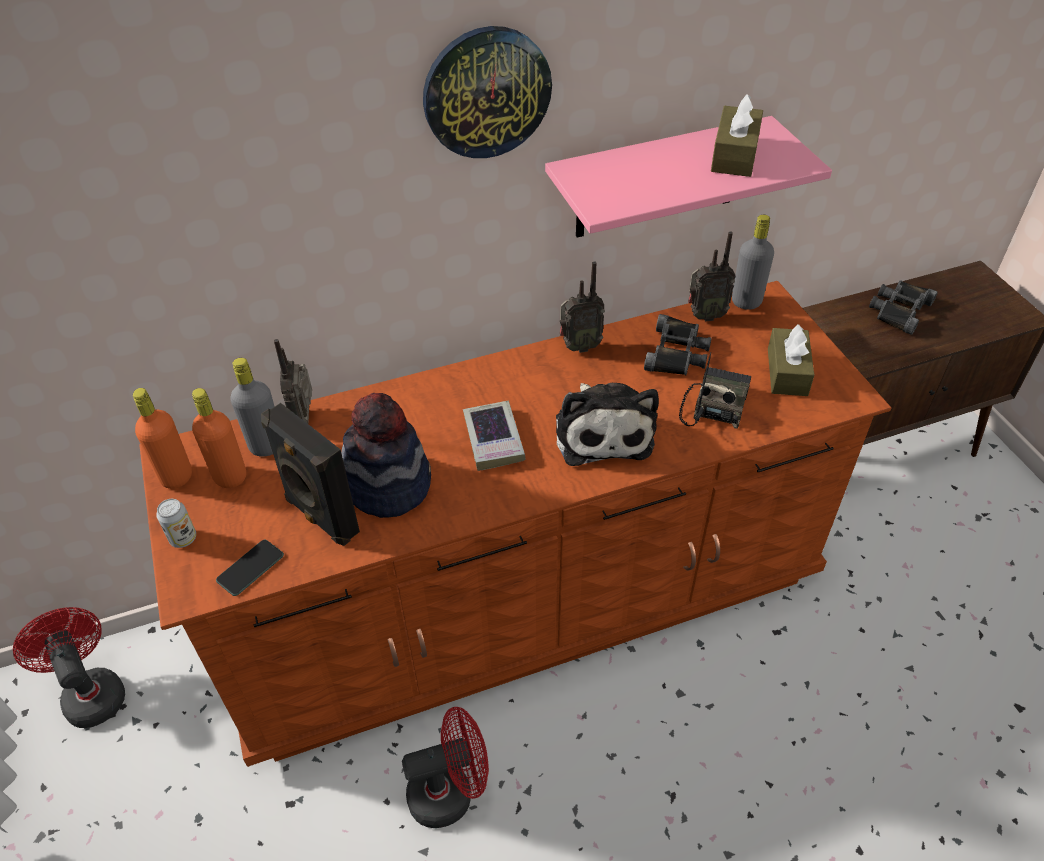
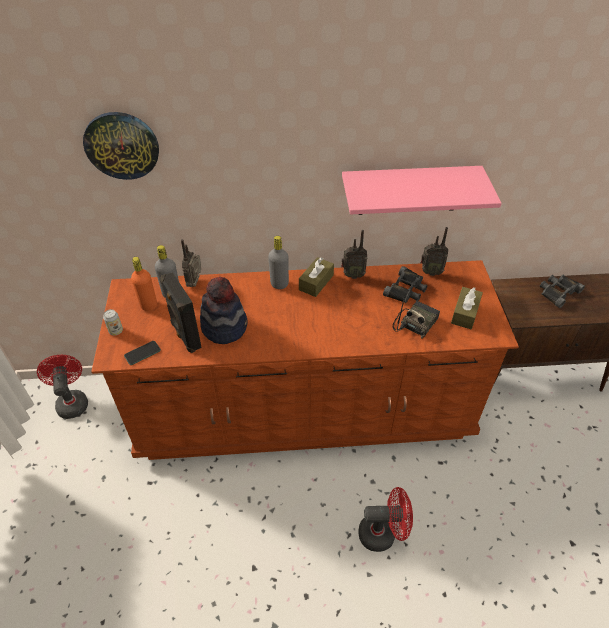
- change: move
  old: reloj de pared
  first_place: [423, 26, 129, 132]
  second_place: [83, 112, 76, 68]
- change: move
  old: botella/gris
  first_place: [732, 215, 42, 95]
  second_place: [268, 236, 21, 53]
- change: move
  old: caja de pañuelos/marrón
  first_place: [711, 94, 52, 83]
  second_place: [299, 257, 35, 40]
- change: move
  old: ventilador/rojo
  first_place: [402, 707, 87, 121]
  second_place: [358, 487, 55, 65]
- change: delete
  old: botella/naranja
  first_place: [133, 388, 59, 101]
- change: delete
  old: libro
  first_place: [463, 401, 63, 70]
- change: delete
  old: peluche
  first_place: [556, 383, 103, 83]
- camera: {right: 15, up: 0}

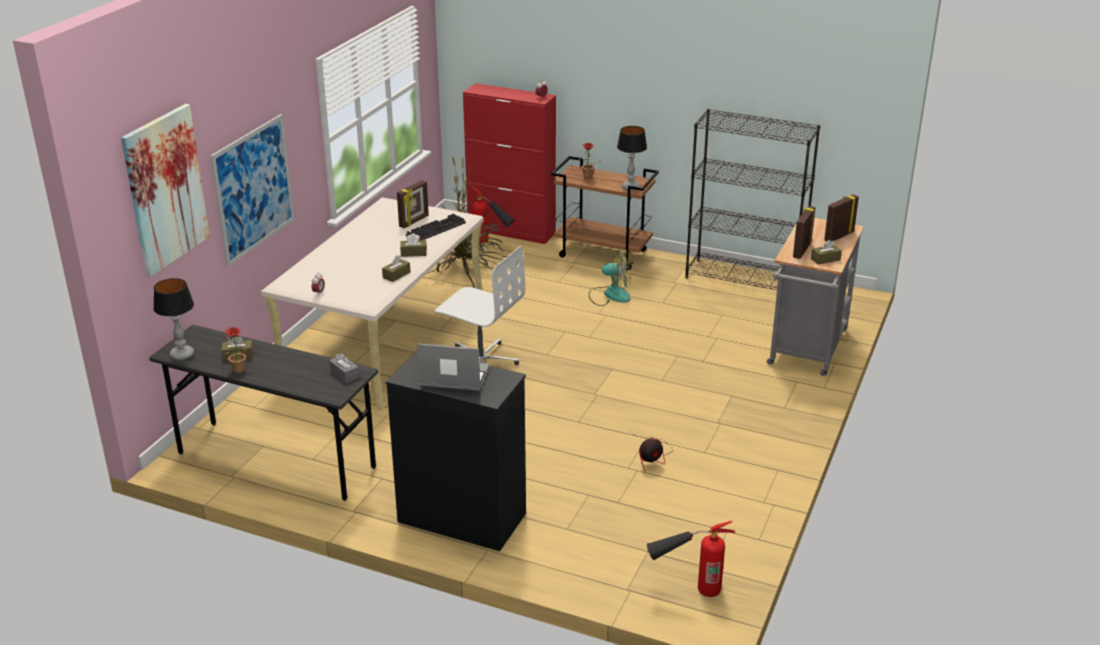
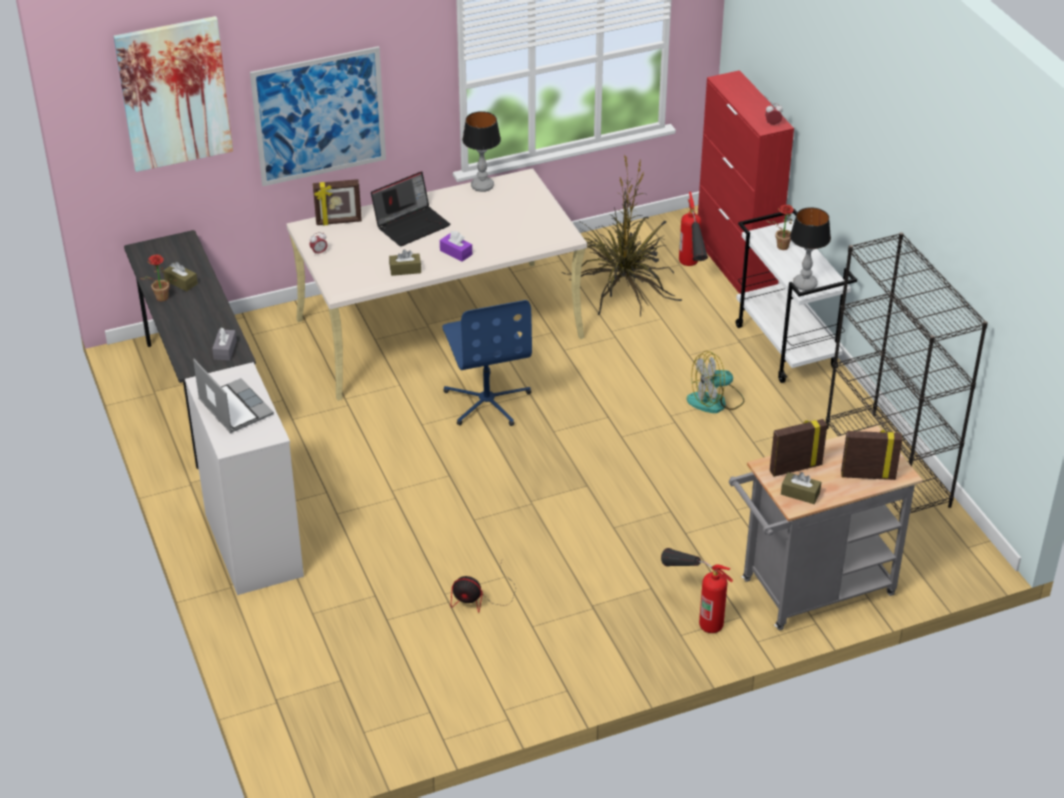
- change: recolor
  old: cómoda/negro
  new: cómoda/blanco
  first_place: [386, 349, 140, 202]
  second_place: [185, 362, 119, 233]
- change: move
  old: portarretratos
  first_place: [397, 180, 32, 48]
  second_place: [313, 179, 49, 46]
- change: insert
  new: portátil
  second_place: [371, 171, 79, 75]
- change: recolor
  old: caja de pañuelos/marrón
  new: caja de pañuelos/morado
  first_place: [400, 233, 27, 24]
  second_place: [440, 231, 32, 31]
- change: recolor
  old: silla de oficina/blanco
  new: silla de oficina/azul
  first_place: [435, 246, 90, 119]
  second_place: [442, 300, 90, 126]
- change: move
  old: lámpara de mesa
  first_place: [154, 278, 40, 82]
  second_place: [462, 111, 39, 81]
- change: move
  old: extintor
  first_place: [647, 521, 88, 76]
  second_place: [661, 548, 72, 85]
- change: rotate
  old: ventilador
  first_place: [589, 247, 42, 59]
  second_place: [686, 351, 58, 62]
  degrees: 105
- change: recolor
  old: carrito/marrón
  new: carrito/blanco
  first_place: [551, 156, 108, 114]
  second_place: [736, 209, 121, 174]
- change: delete
  old: teclado
  first_place: [406, 214, 60, 26]
- camera: {right: 45, up: 10}

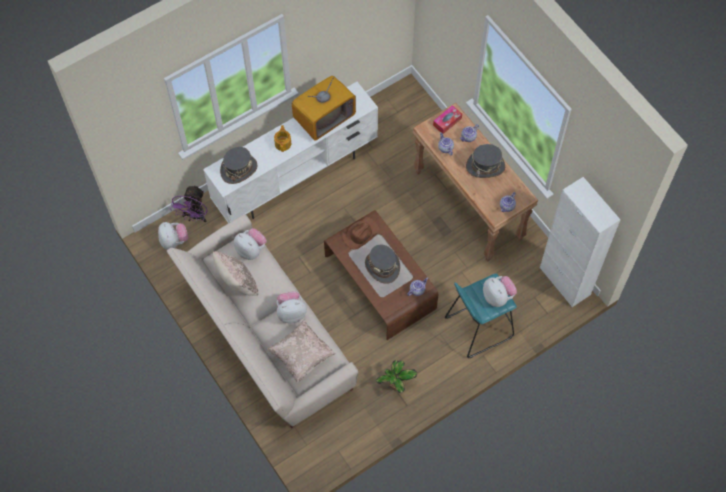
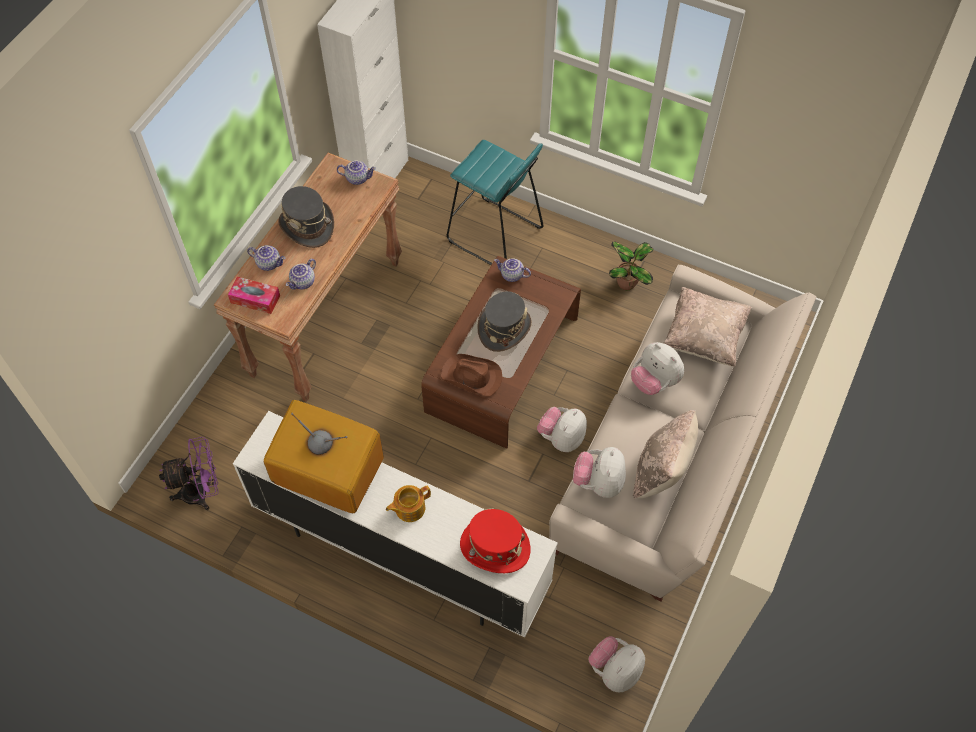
- change: move
  old: ventilador/morado
  first_place: [170, 185, 38, 37]
  second_place: [159, 437, 59, 73]
- change: recolor
  old: sombrero/gris
  new: sombrero/rojo
  first_place: [220, 147, 38, 37]
  second_place: [460, 508, 70, 65]
- change: move
  old: peluche
  first_place: [483, 276, 34, 31]
  second_place: [537, 407, 50, 45]
- camera: {right: -120, up: -5}

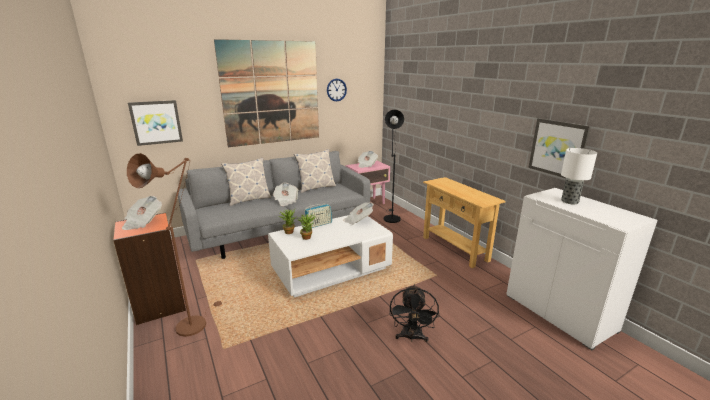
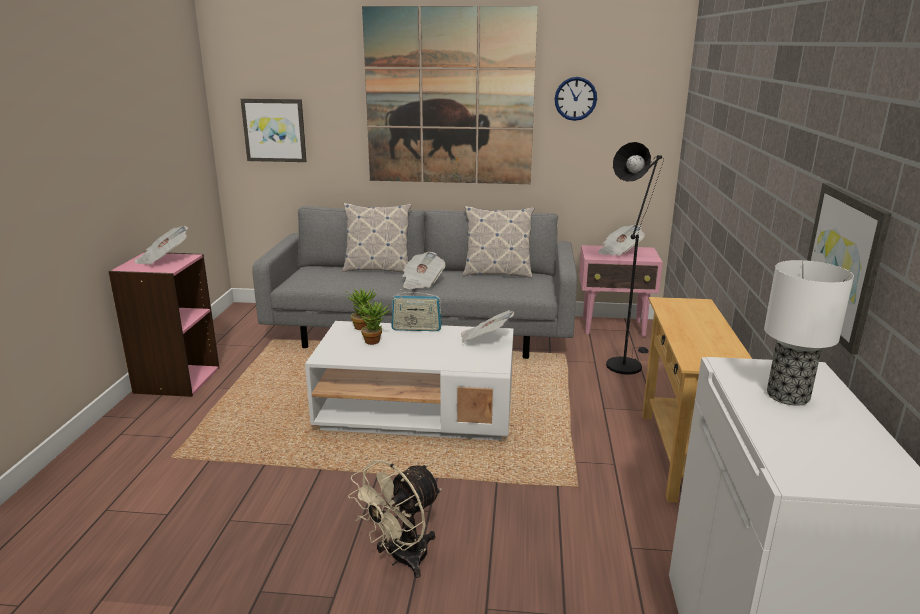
- change: recolor
  old: estantería/naranja
  new: estantería/rosa
  first_place: [113, 212, 73, 113]
  second_place: [108, 252, 111, 145]
- change: recolor
  old: ventilador/negro
  new: ventilador/beis
  first_place: [390, 285, 49, 57]
  second_place: [348, 460, 94, 118]
- change: delete
  old: lámpara de pie/marrón
  first_place: [127, 153, 95, 184]
- camera: {right: 35, up: 0}

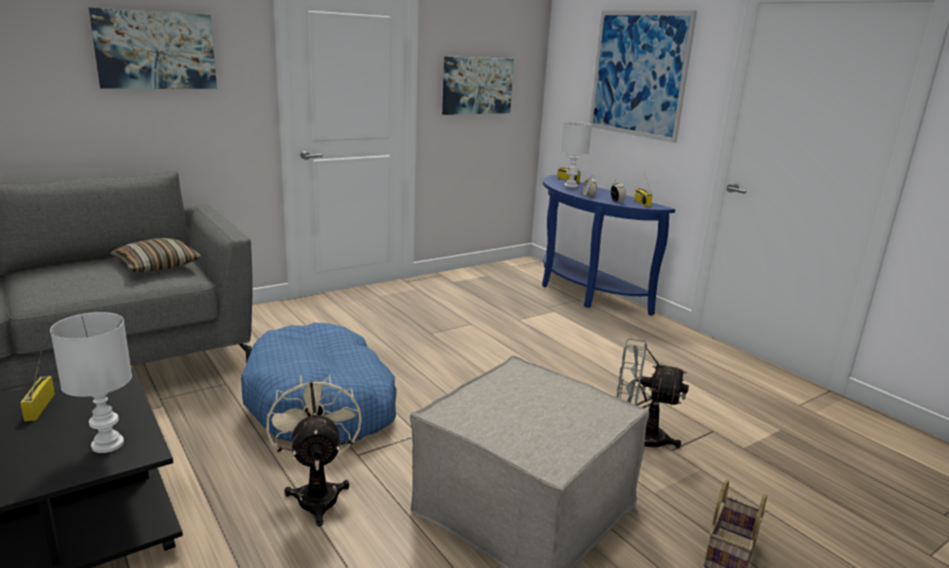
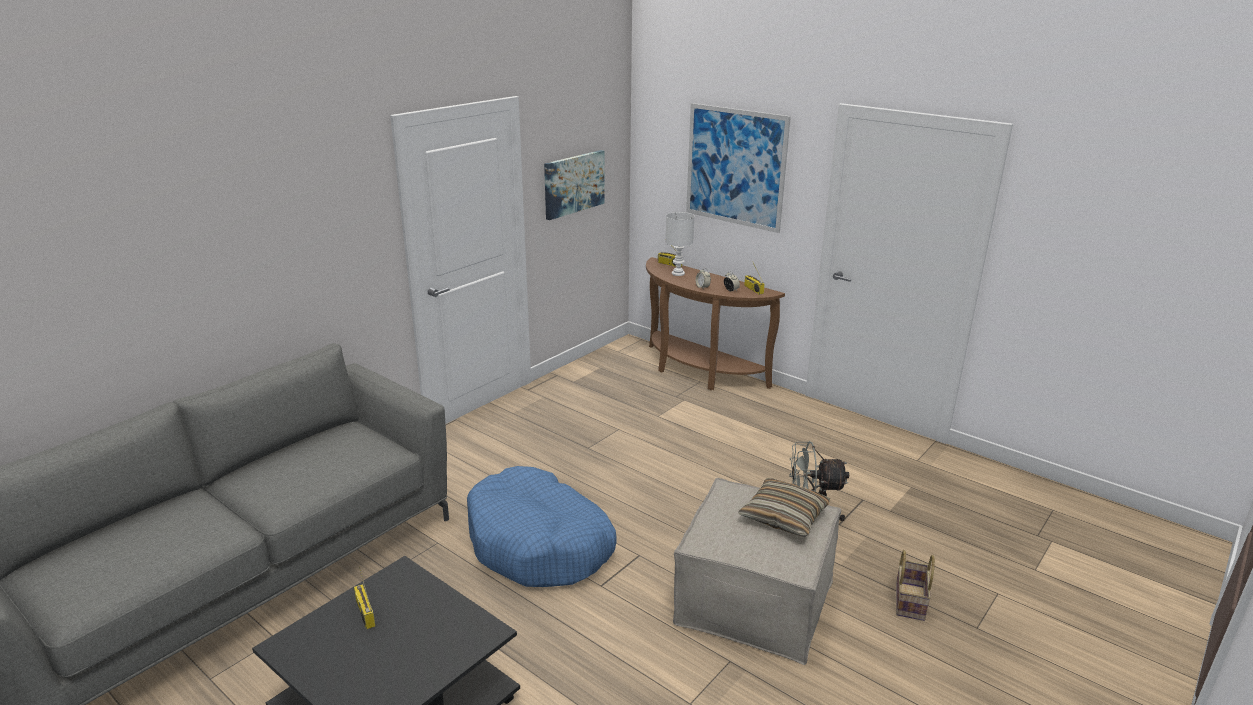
- change: recolor
  old: mesa consola/azul
  new: mesa consola/marrón
  first_place: [542, 175, 133, 141]
  second_place: [646, 257, 139, 133]
- change: move
  old: cojín
  first_place: [110, 238, 91, 34]
  second_place: [738, 478, 92, 59]
- change: delete
  old: lámpara de mesa/blanco
  first_place: [50, 312, 82, 141]
- change: delete
  old: cuadro
  first_place: [89, 8, 128, 81]
- change: delete
  old: ventilador/beis
  first_place: [266, 375, 96, 151]
- camera: {right: -15, up: 5}

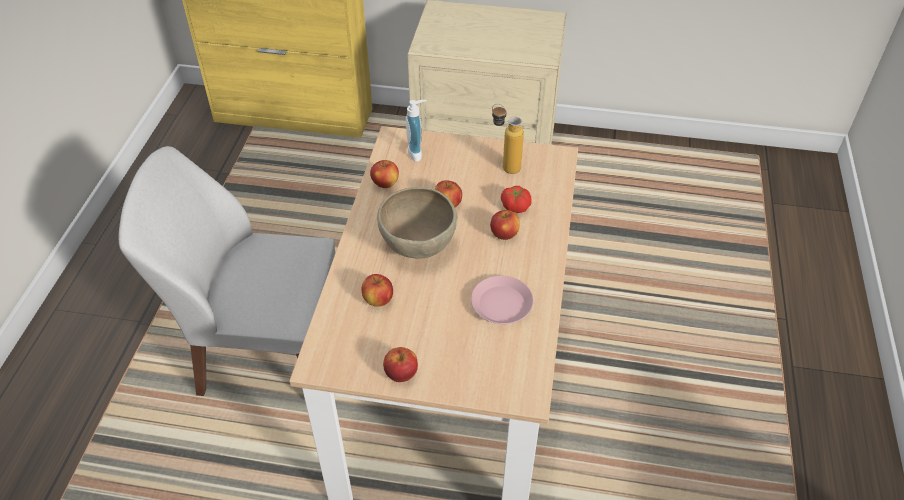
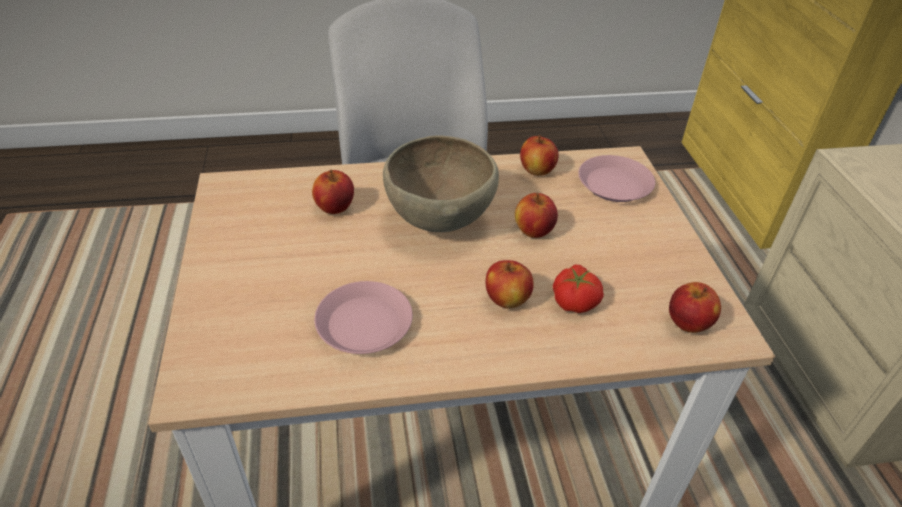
- change: replace
  old: dispensador de jabón
  new: plato/rosa
  first_place: [406, 100, 21, 62]
  second_place: [578, 155, 77, 47]
- change: move
  old: manzana
  first_place: [383, 347, 35, 35]
  second_place: [669, 282, 52, 51]
- change: delete
  old: botella
  first_place: [492, 104, 32, 70]
- camera: {right: 70, up: -5}

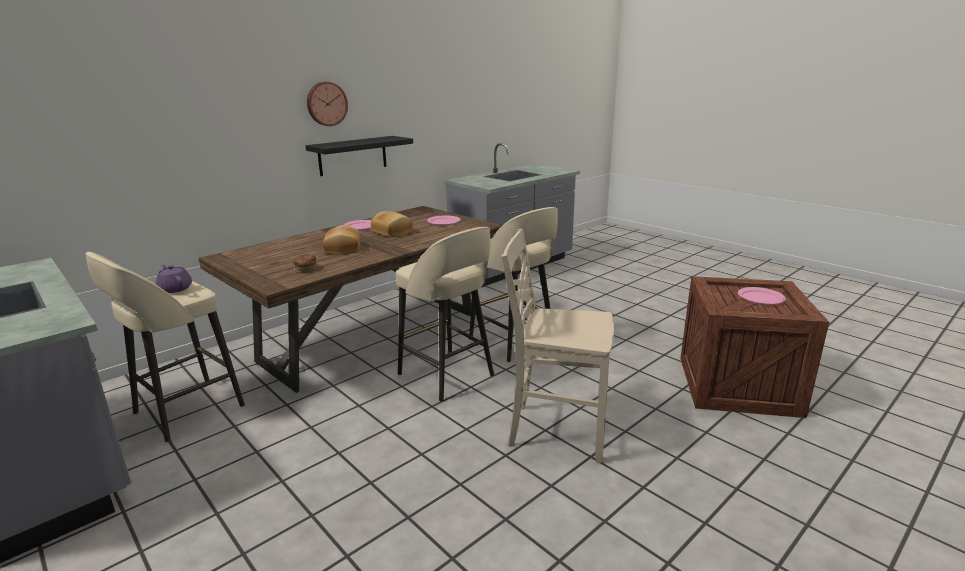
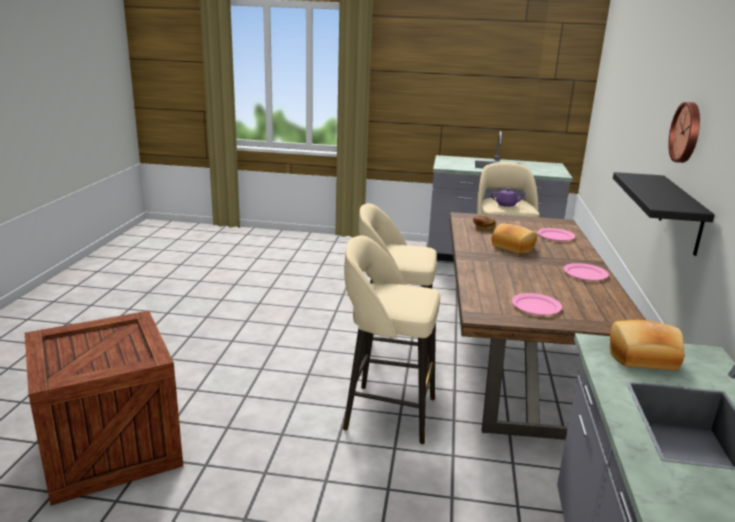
- change: move
  old: plato/rosa
  first_place: [738, 287, 48, 18]
  second_place: [537, 228, 38, 13]
- change: move
  old: pan
  first_place: [371, 211, 42, 26]
  second_place: [610, 320, 74, 50]
- change: delete
  old: silla/beis
  first_place: [502, 229, 112, 234]
- camera: {right: 140, up: 0}

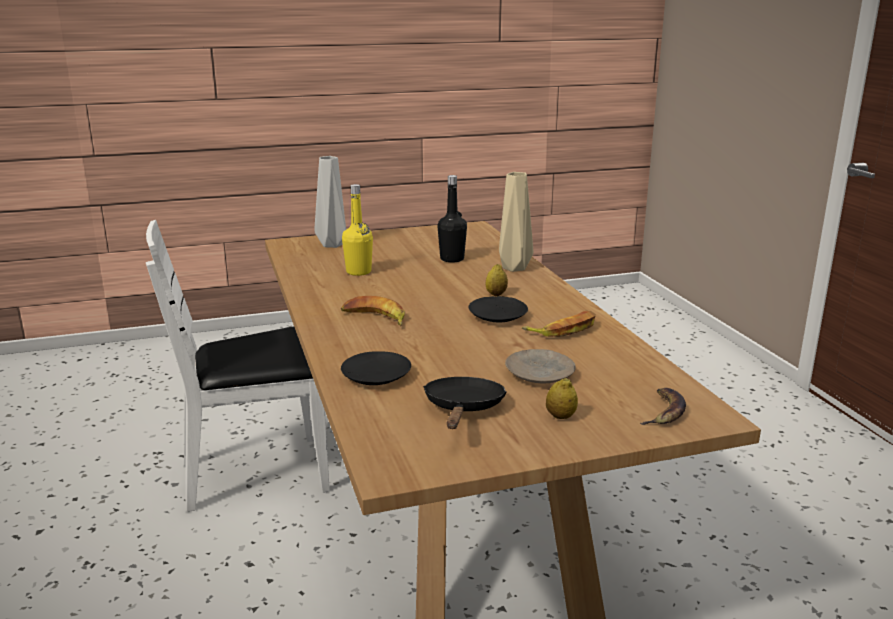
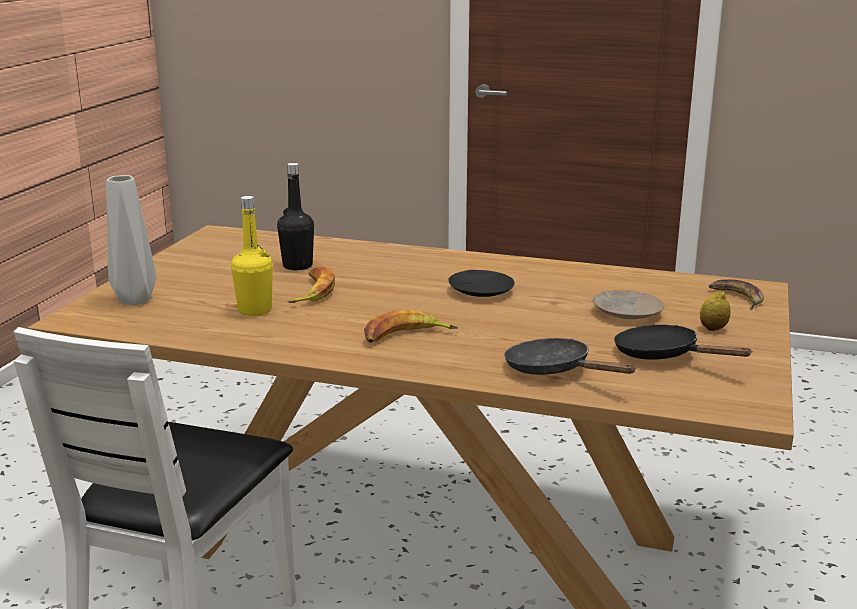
- change: move
  old: plátano
  first_place: [522, 311, 74, 26]
  second_place: [287, 266, 48, 37]
- change: replace
  old: plato/negro
  new: sartén/negro
  first_place: [341, 351, 70, 34]
  second_place: [504, 338, 132, 37]
- change: delete
  old: limón
  first_place: [486, 264, 22, 32]
- change: delete
  old: florero/beis
  first_place: [499, 172, 34, 100]
- camera: {right: -55, up: 0}

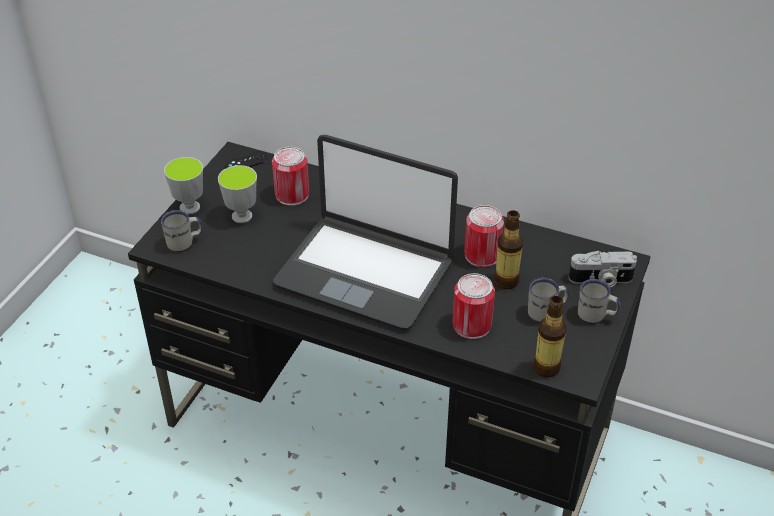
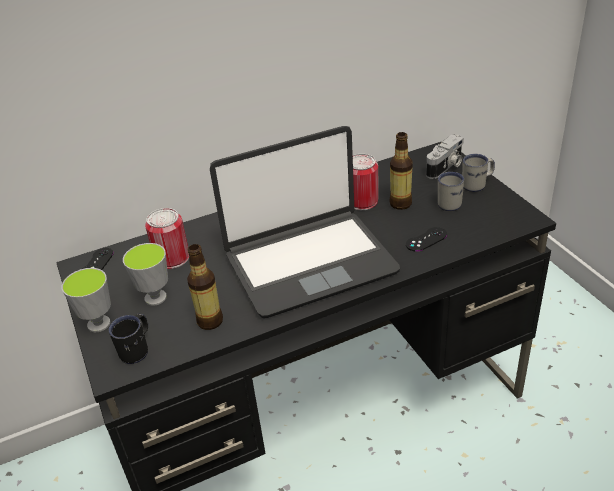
- change: recolor
  old: taza grande/blanco
  new: taza grande/negro
  first_place: [161, 210, 41, 43]
  second_place: [109, 314, 39, 50]
- change: move
  old: botella
  first_place: [533, 296, 33, 81]
  second_place: [187, 244, 36, 86]
- change: replace
  old: lata
  new: mando de consola/negro
  first_place: [453, 273, 42, 66]
  second_place: [406, 227, 41, 24]
- camera: {right: -45, up: -5}

